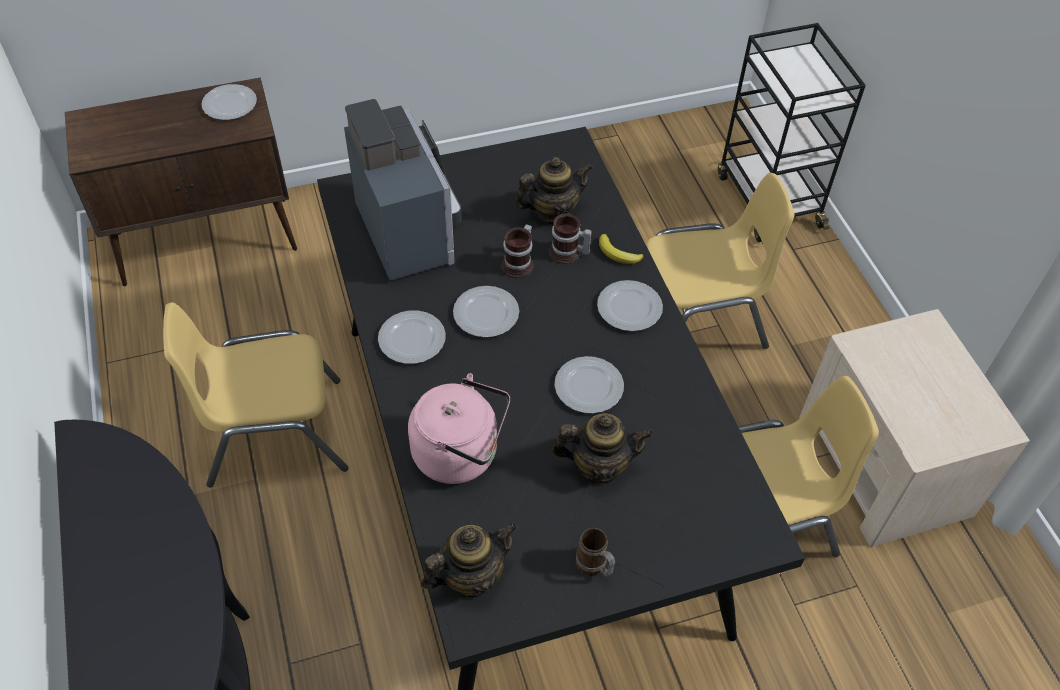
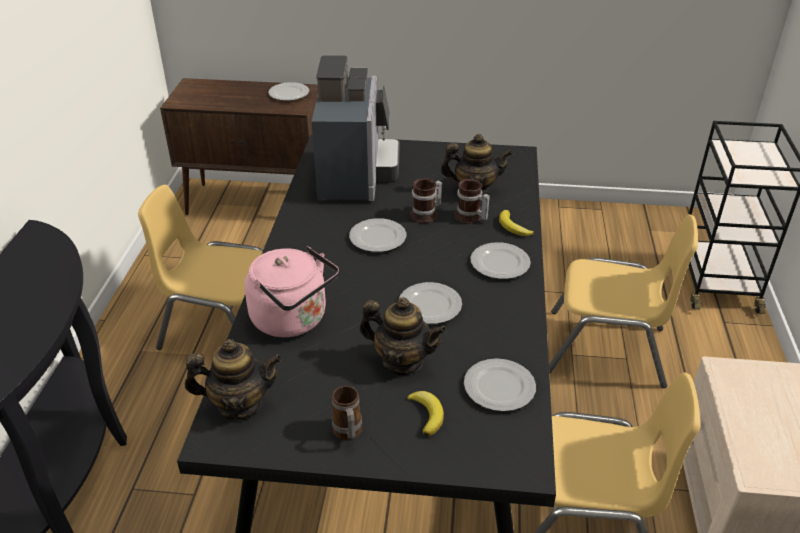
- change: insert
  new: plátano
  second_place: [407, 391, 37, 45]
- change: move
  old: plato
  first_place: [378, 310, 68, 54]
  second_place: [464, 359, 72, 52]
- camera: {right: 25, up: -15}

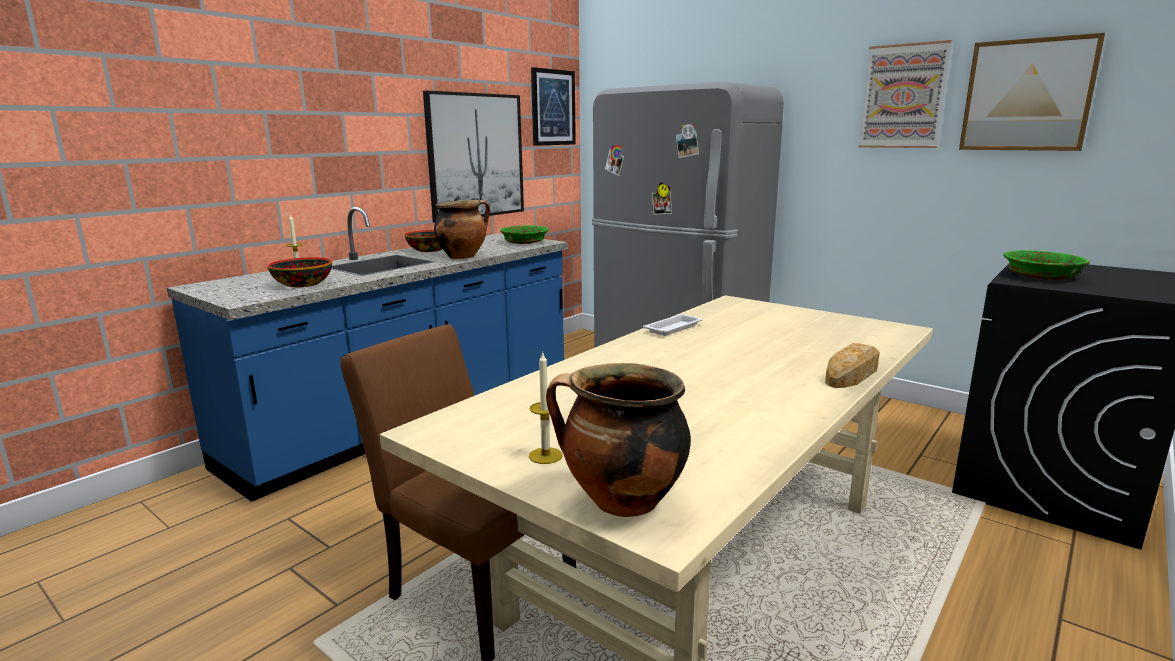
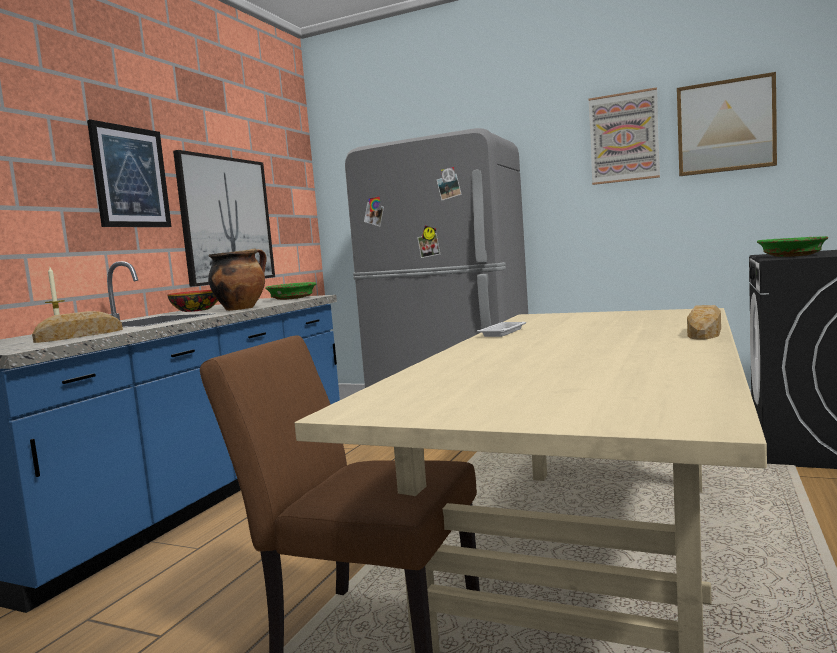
- change: replace
  old: cuenco
  new: pan
  first_place: [267, 257, 65, 31]
  second_place: [32, 311, 91, 32]
- change: move
  old: cuadro
  first_place: [531, 67, 45, 79]
  second_place: [87, 120, 85, 107]
- change: delete
  old: vela
  first_place: [529, 351, 33, 113]
- change: delete
  old: olla
  first_place: [546, 363, 145, 154]
- camera: {right: -15, up: -10}

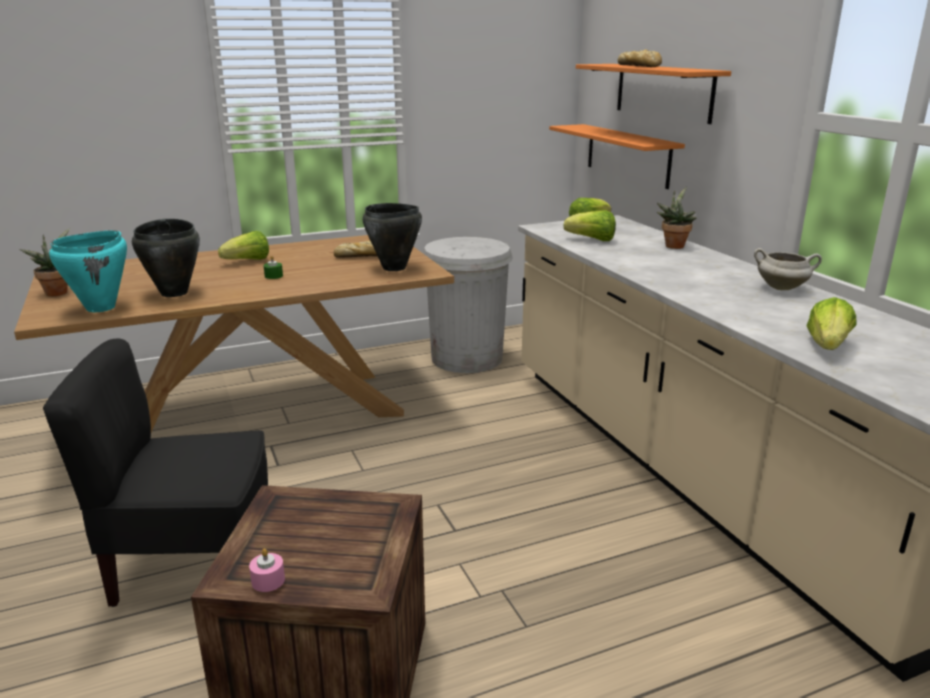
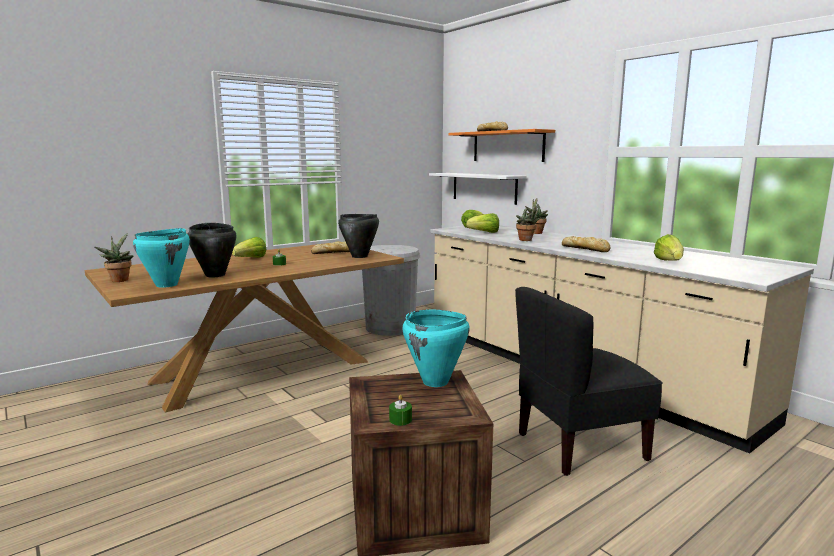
- change: recolor
  old: vela/rosa
  new: vela/verde
  first_place: [249, 548, 36, 44]
  second_place: [389, 395, 23, 31]
- change: insert
  new: olla/turquesa
  second_place: [402, 310, 68, 77]
- change: recolor
  old: estante/naranja
  new: estante/blanco
  first_place: [549, 124, 136, 65]
  second_place: [429, 173, 97, 32]
- change: move
  old: silla/negro
  first_place: [43, 339, 225, 268]
  second_place: [515, 287, 148, 189]
- change: insert
  new: planta en maceta
  second_place: [516, 205, 24, 36]
- change: insert
  new: pan
  second_place: [562, 236, 49, 16]
- change: delete
  old: olla/blanco
  first_place: [754, 248, 68, 42]
- camera: {right: -15, up: -10}

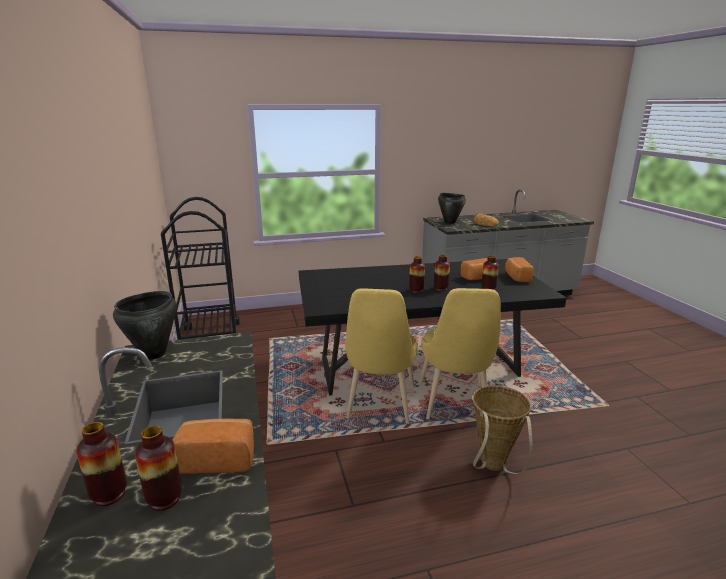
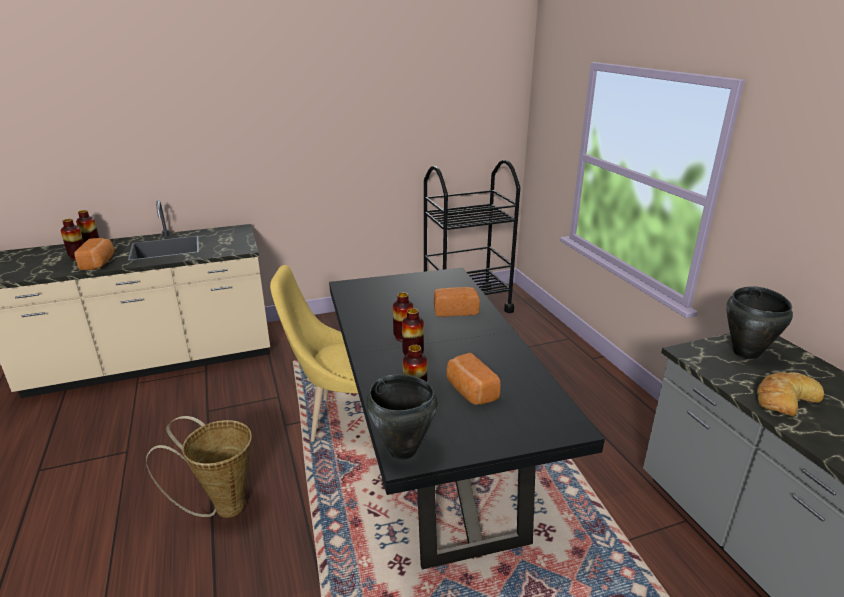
- change: move
  old: olla/negro
  first_place: [113, 291, 63, 69]
  second_place: [367, 374, 71, 86]
- change: move
  old: pan
  first_place: [505, 257, 29, 25]
  second_place: [434, 287, 46, 30]
- change: delete
  old: silla/amarillo
  first_place: [419, 288, 82, 131]
- camera: {right: 85, up: 5}

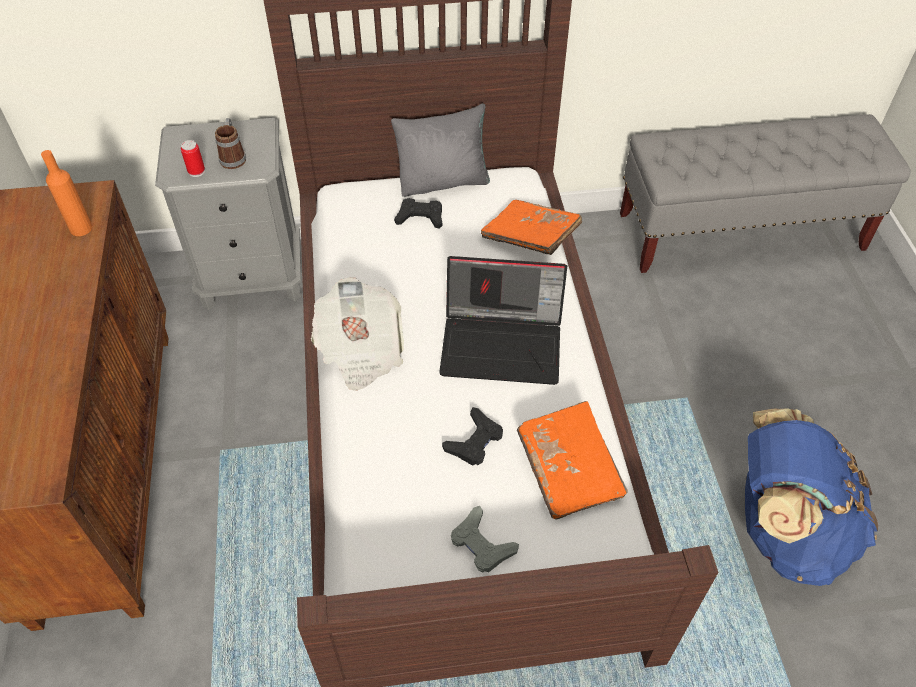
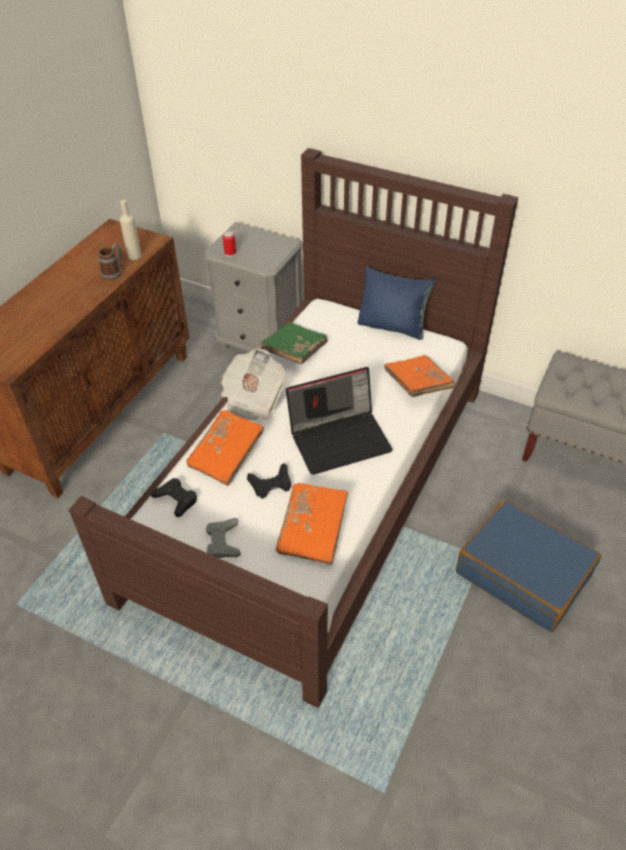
- change: move
  old: taza grande
  first_place: [215, 118, 31, 51]
  second_place: [98, 244, 24, 36]
- change: recolor
  old: botella/naranja
  new: botella/beis
  first_place: [41, 150, 51, 86]
  second_place: [119, 200, 23, 60]
- change: move
  old: mando de consola/negro
  first_place: [394, 198, 49, 31]
  second_place: [150, 478, 47, 39]
- change: insert
  new: libro/naranja
  second_place: [186, 410, 78, 76]
- change: insert
  new: libro/verde
  second_place: [260, 322, 68, 42]
- change: rotate
  old: portátil
  first_place: [439, 256, 128, 129]
  second_place: [286, 367, 107, 108]
  degrees: -60
- change: recolor
  old: cojín/gris
  new: cojín/azul
  first_place: [391, 103, 99, 94]
  second_place: [357, 266, 79, 74]
- change: insert
  new: maleta/azul
  second_place: [456, 500, 145, 132]
- change: delete
  old: mochila/azul
  first_place: [745, 408, 133, 178]
- camera: {right: 35, up: -5}

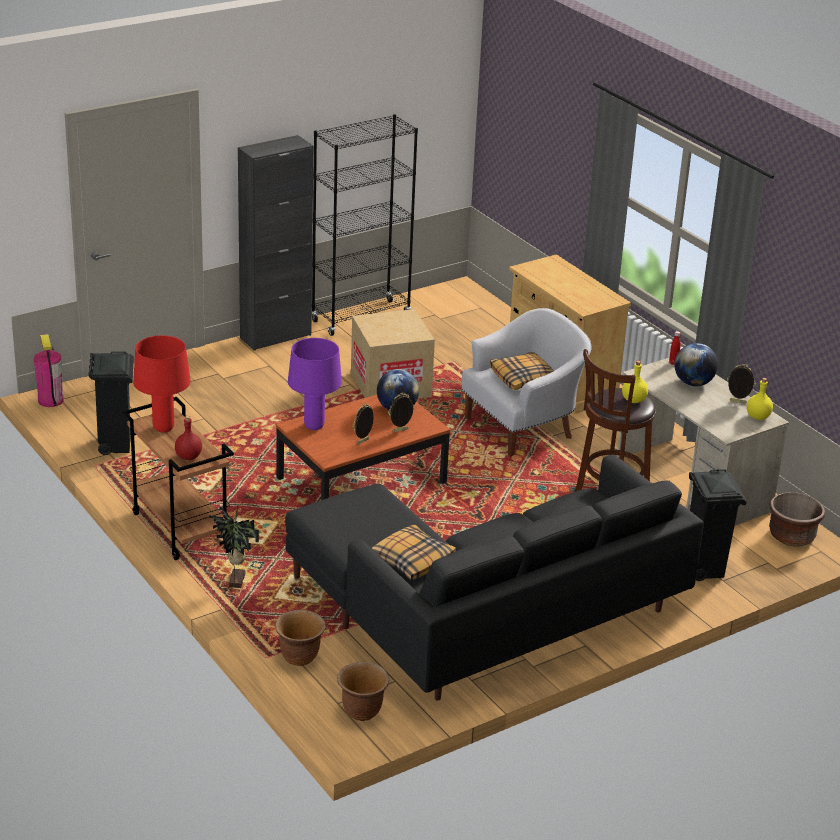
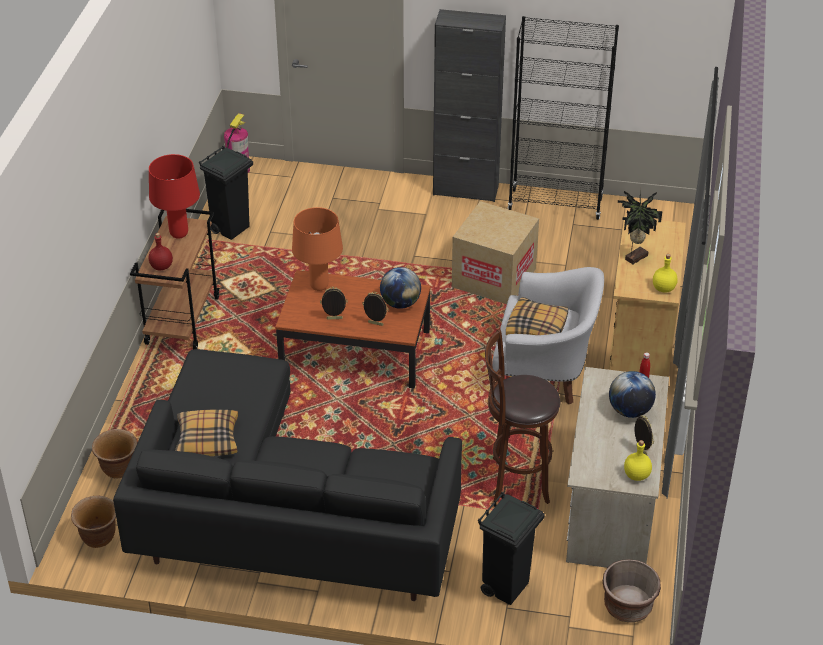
- change: recolor
  old: lámpara de mesa/morado
  new: lámpara de mesa/naranja
  first_place: [288, 338, 54, 92]
  second_place: [292, 207, 51, 84]
- change: move
  old: planta en maceta
  first_place: [209, 503, 50, 85]
  second_place: [618, 191, 44, 73]
- change: move
  old: botella/amarillo
  first_place: [622, 361, 26, 42]
  second_place: [653, 254, 25, 39]
- camera: {right: 45, up: 10}

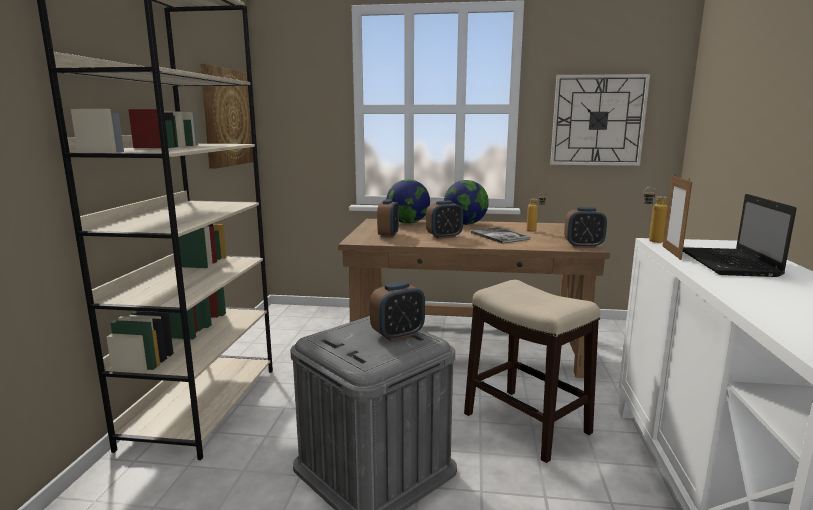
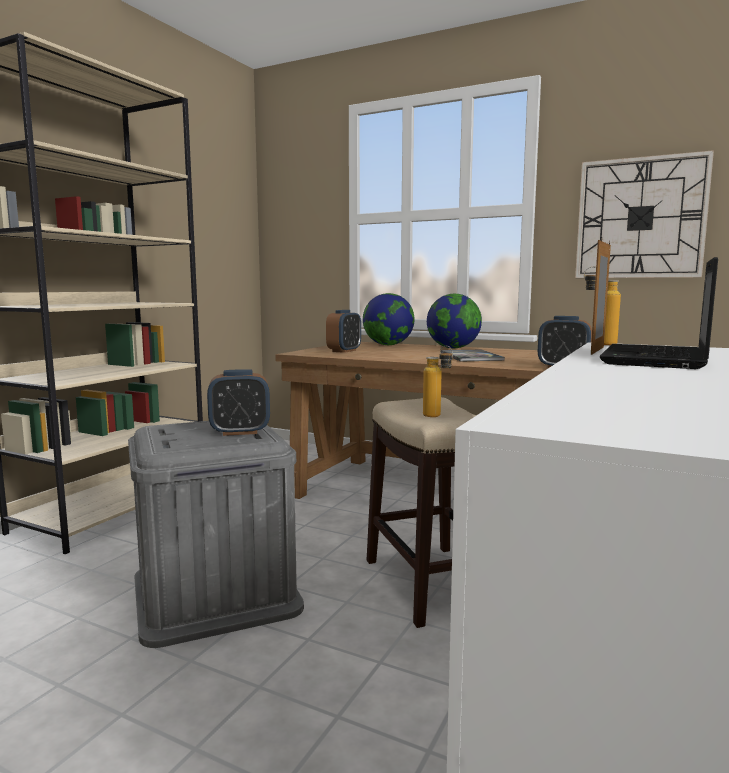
- change: move
  old: botella
  first_place: [527, 192, 20, 40]
  second_place: [423, 346, 30, 71]
- change: delete
  old: cuadro
  first_place: [200, 64, 53, 105]
- change: delete
  old: despertador
  first_place: [426, 201, 37, 38]
- camera: {right: 20, up: -5}

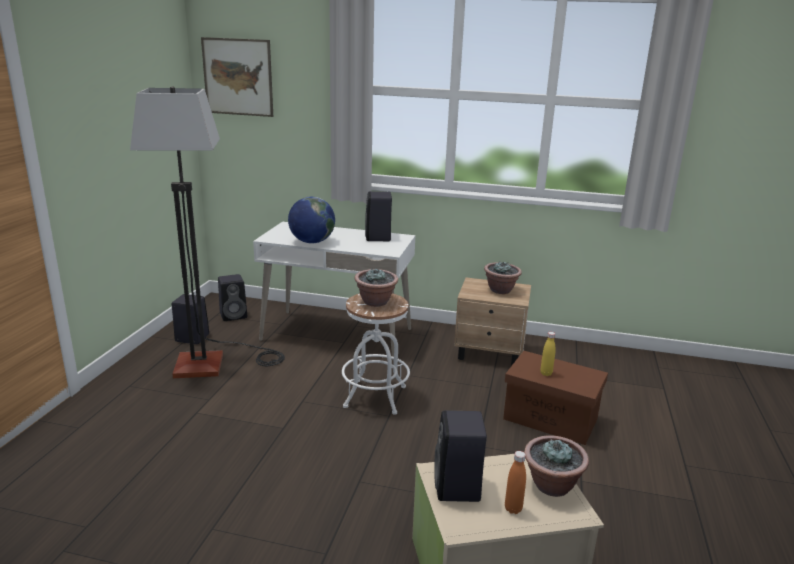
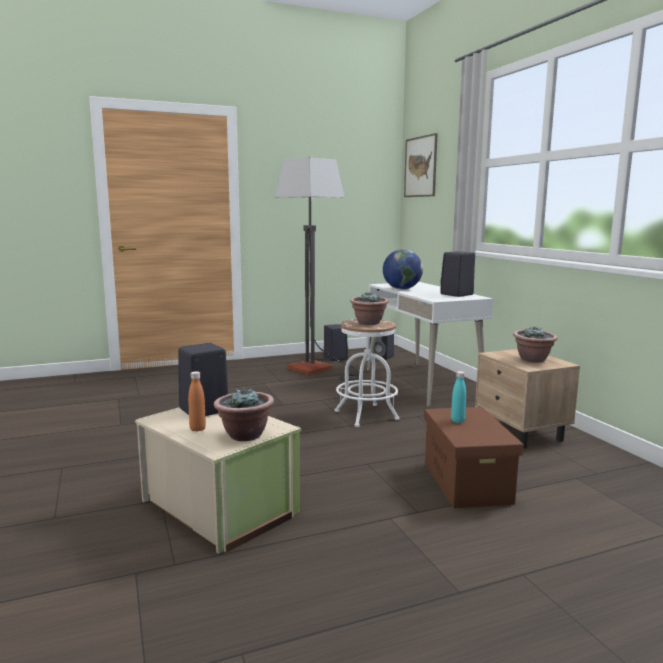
- change: recolor
  old: botella/amarillo
  new: botella/turquesa
  first_place: [540, 332, 16, 44]
  second_place: [451, 371, 15, 52]
- camera: {right: 55, up: -10}

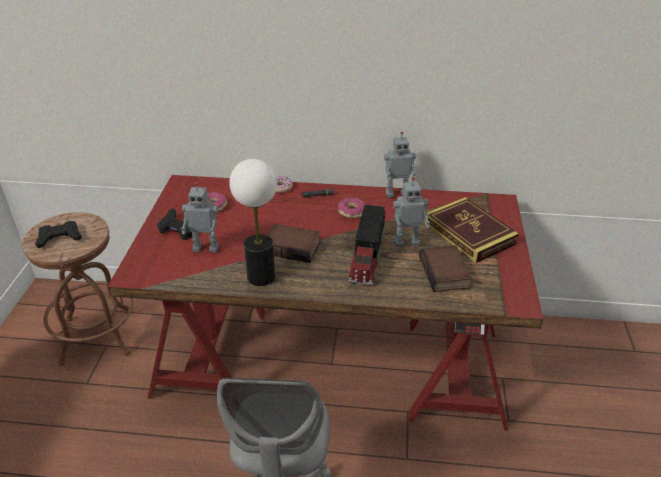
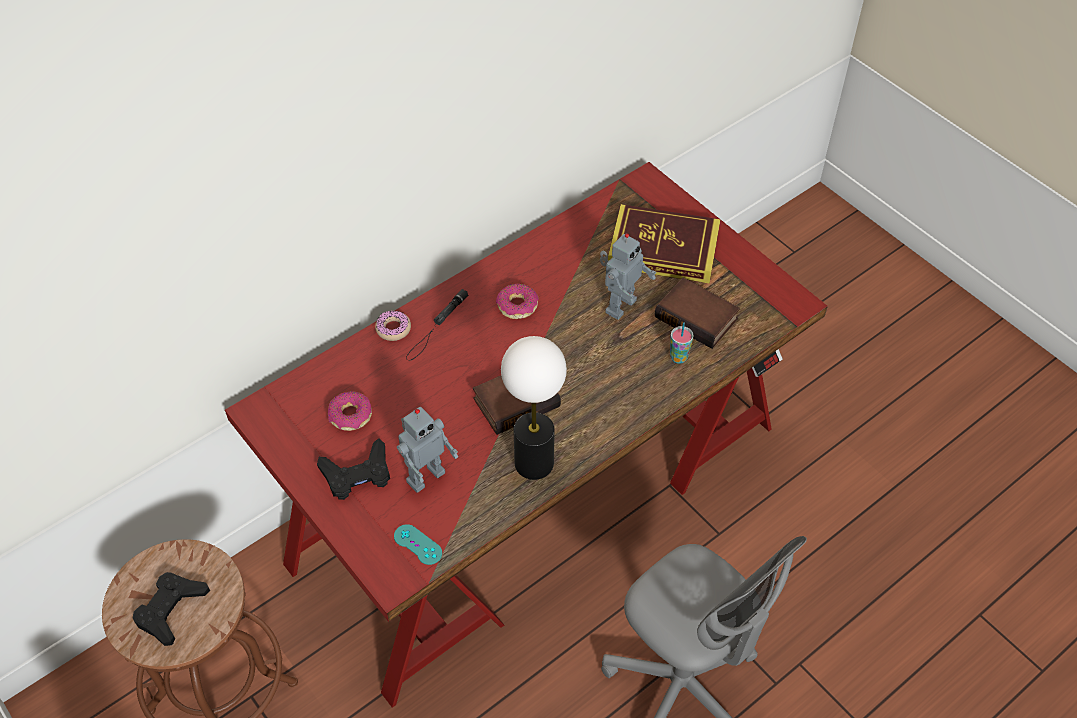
- change: insert
  new: mando de consola/turquesa
  second_place: [394, 524, 48, 41]
- change: insert
  new: taza
  second_place: [670, 323, 23, 41]
- change: delete
  old: camión de juguete
  first_place: [348, 205, 37, 81]
- change: delete
  old: robot de juguete
  first_place: [384, 132, 32, 65]
- camera: {right: -45, up: 15}

